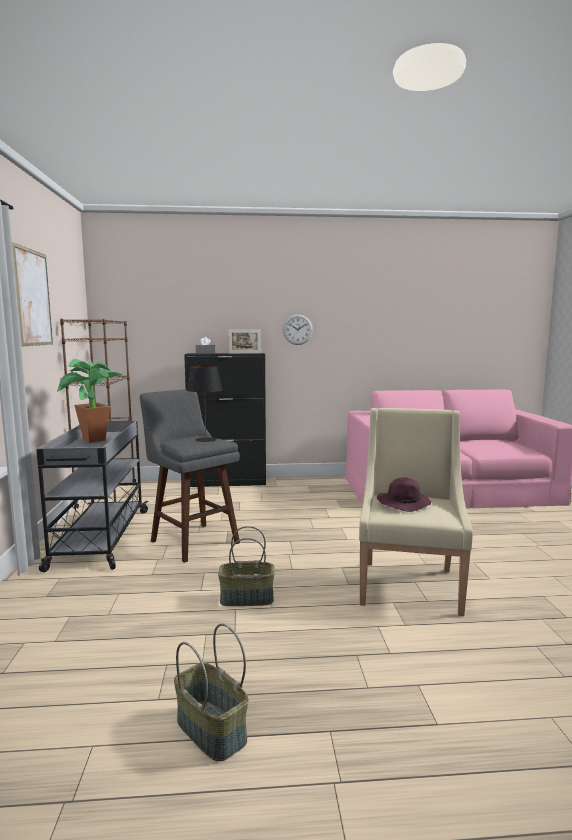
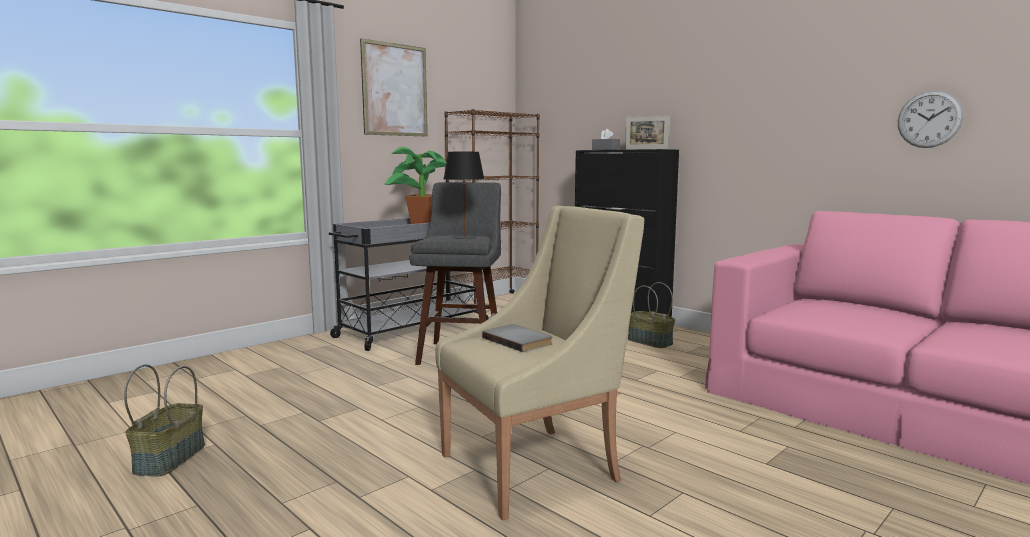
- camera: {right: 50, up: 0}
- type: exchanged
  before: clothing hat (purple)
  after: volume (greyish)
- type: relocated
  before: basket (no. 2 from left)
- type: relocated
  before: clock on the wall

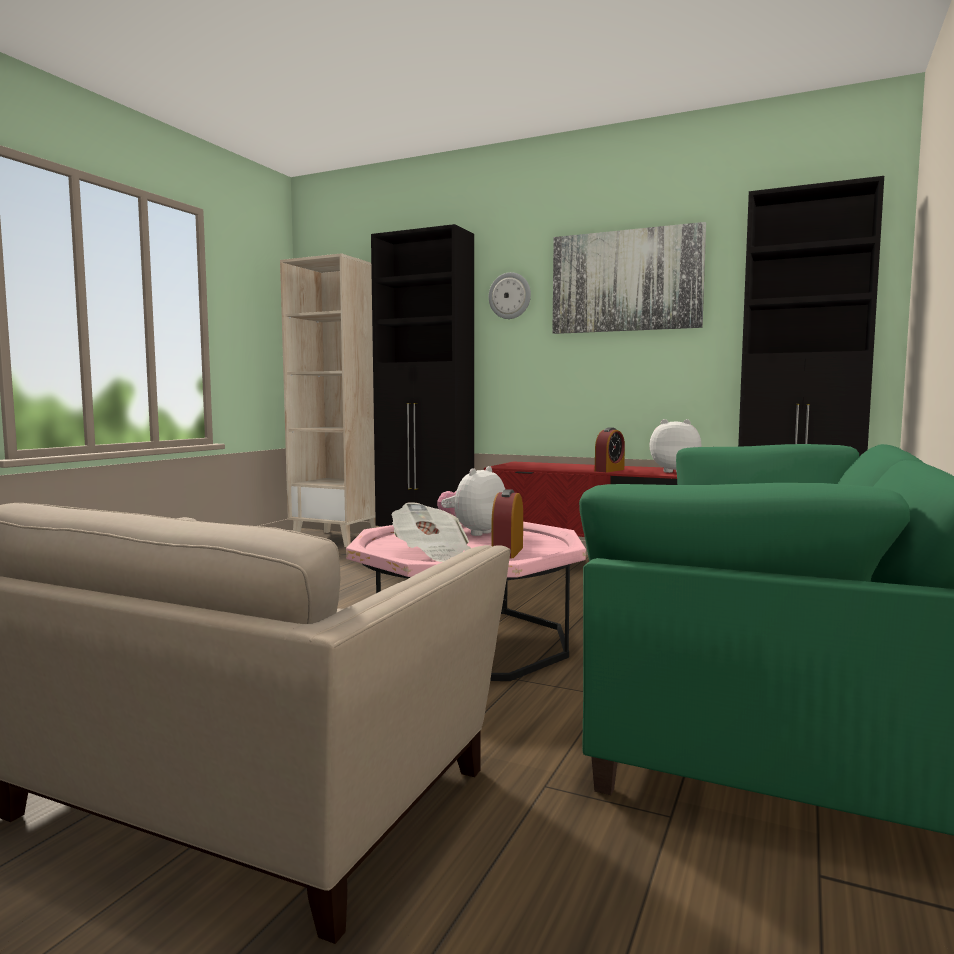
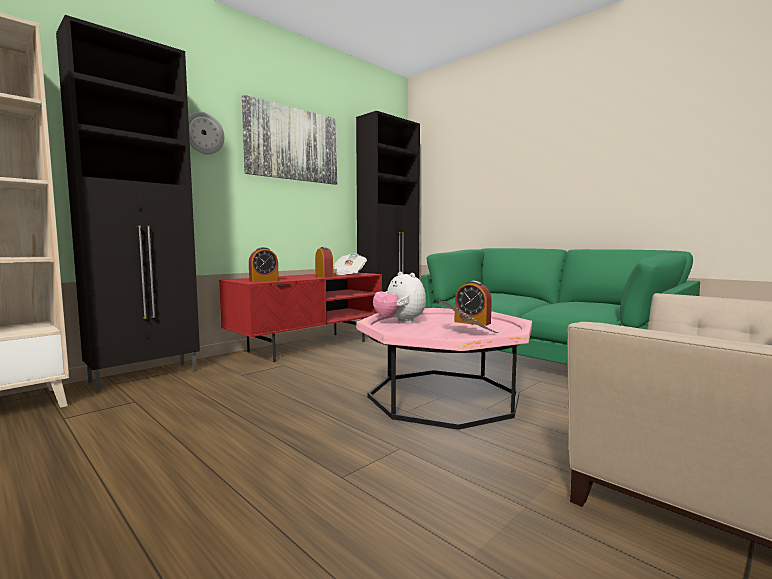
- camera: {right: -70, up: 0}
- type: appeared
  after: table clock (no. 1 from left)
- type: exchanged
  before: plush toy (no. 2 from left)
  after: printed paper (no. 1 from left)

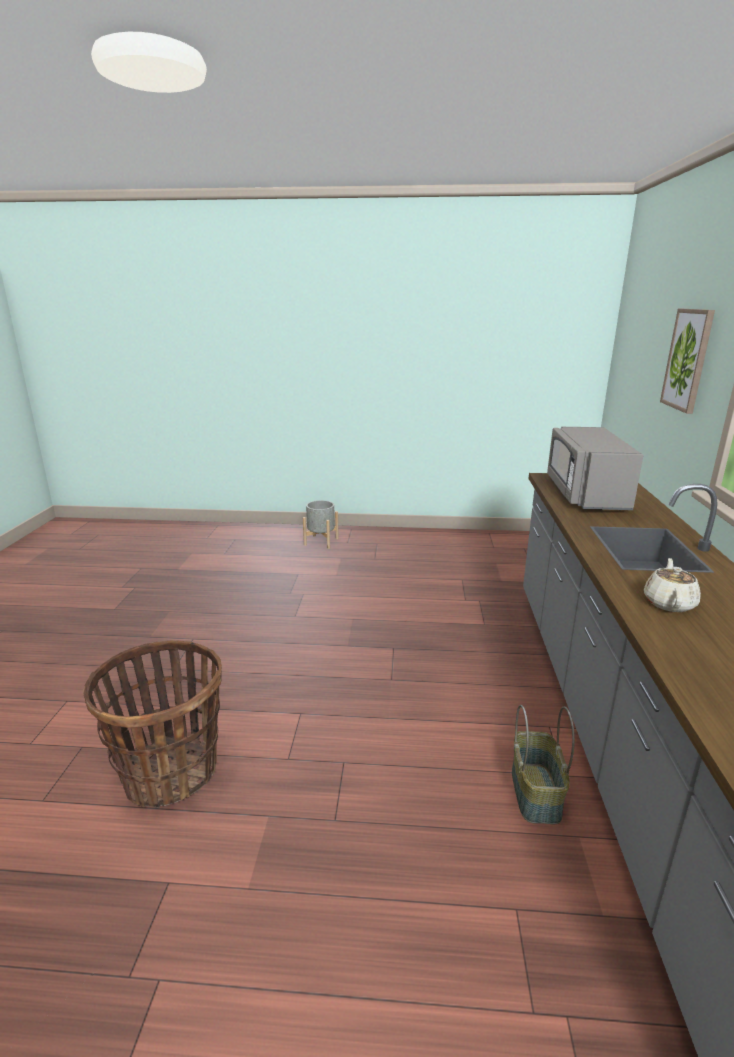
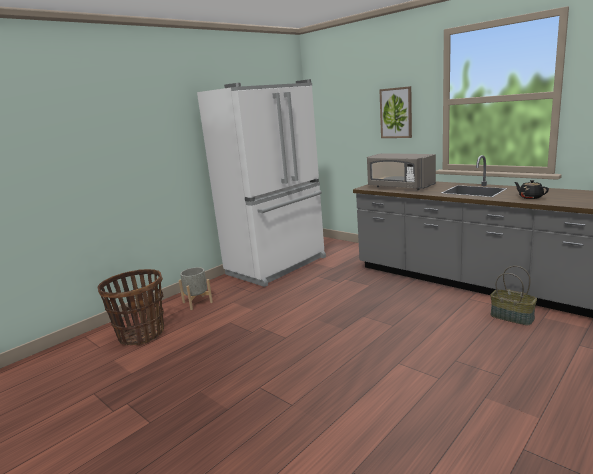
- camera: {right: -50, up: -5}
- type: relocated
  before: basket (no. 1 from left)
- type: appeared
  after: kitchen fridge (white-coloured)
- type: colour
  before: teapot (beige-coloured)
  after: teapot (black-coloured)

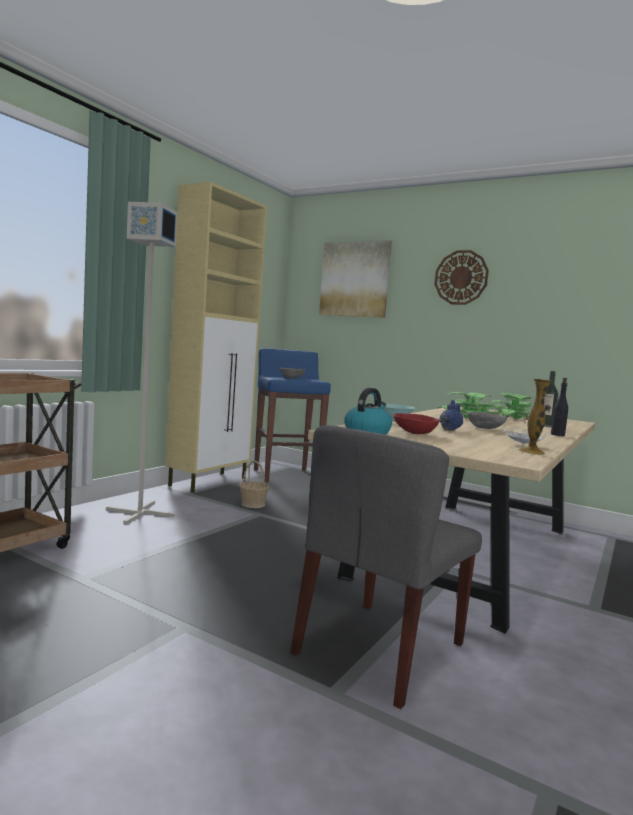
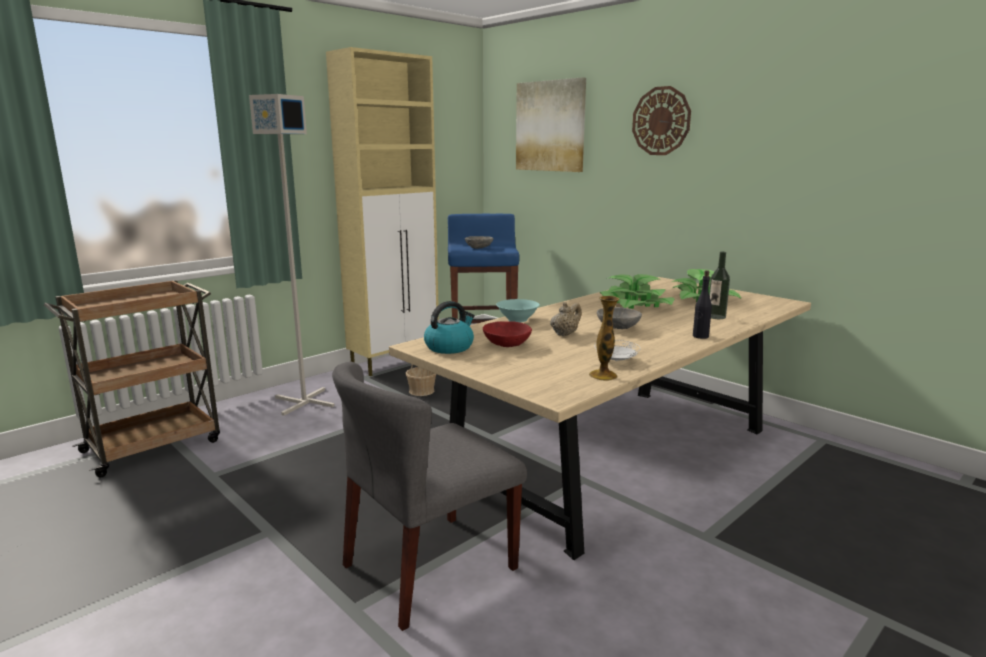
- camera: {right: 15, up: 10}
- type: colour
  before: teapot (blue)
  after: teapot (beige-coloured)

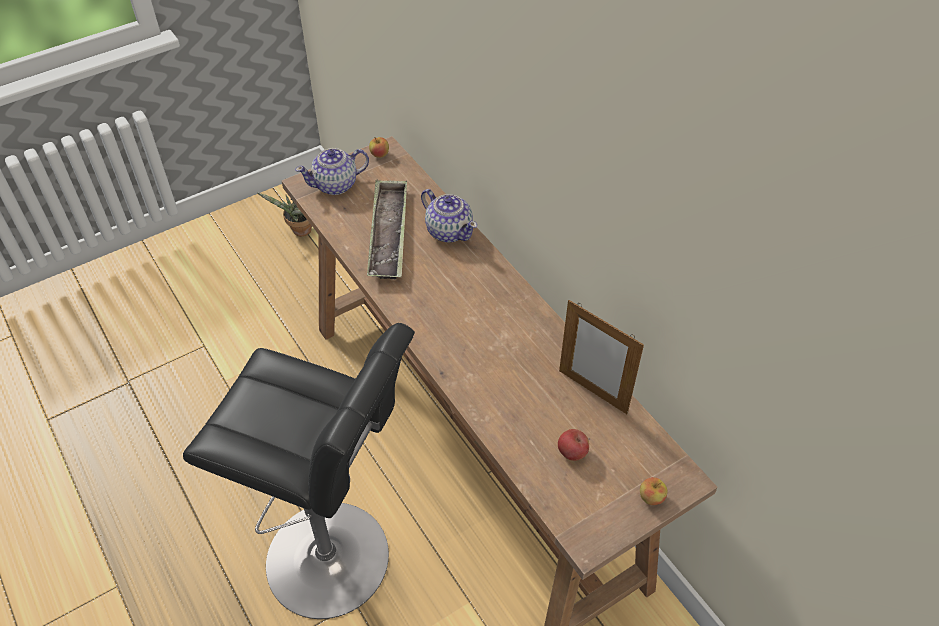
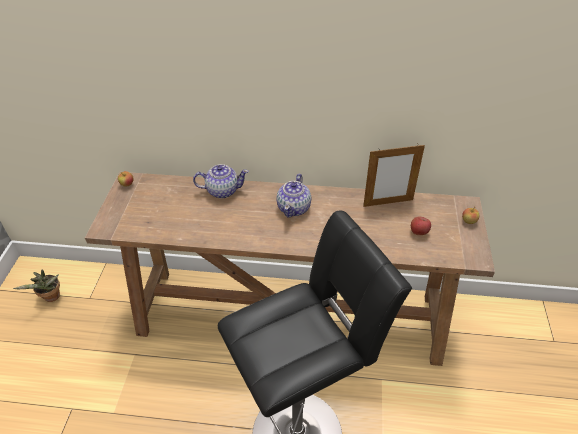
- camera: {right: -50, up: -5}
- type: relocated
  before: teapot (no. 1 from left in the first image)
  after: teapot (no. 2 from left)
- type: missing
  before: tray

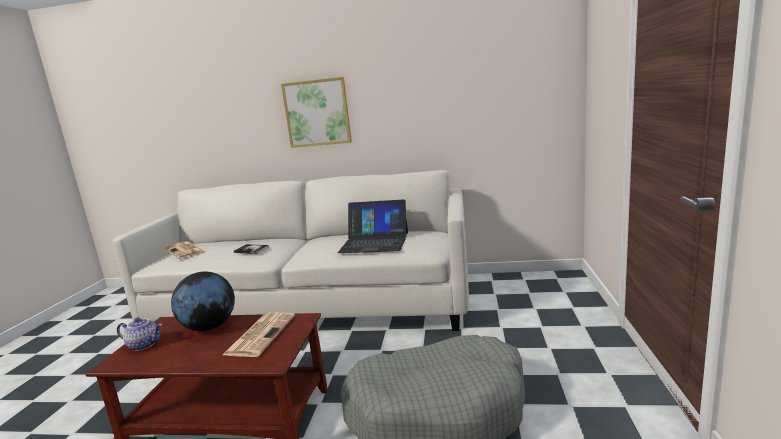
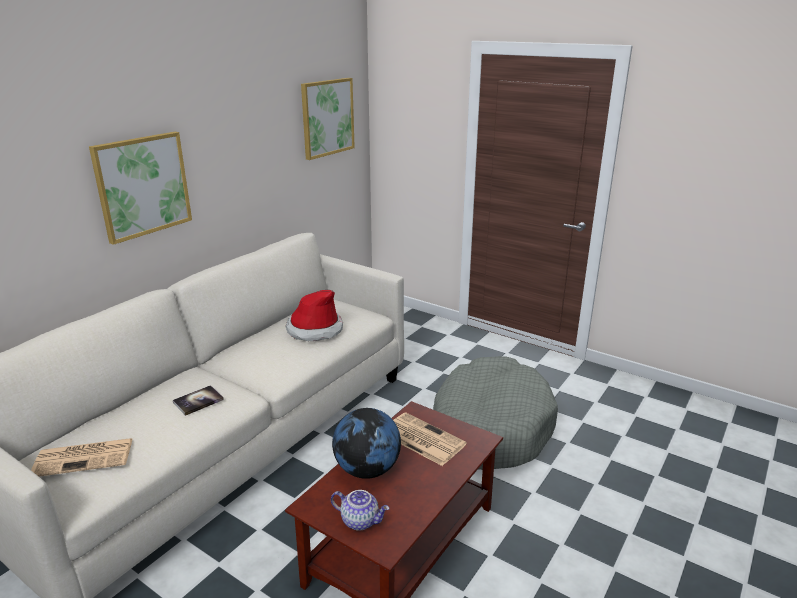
- camera: {right: -65, up: 10}
- type: exchanged
  before: notebook computer
  after: clothing hat
- type: appeared
  after: wall picture (no. 2 from left)
- type: spun
  before: teapot
  turn: 75

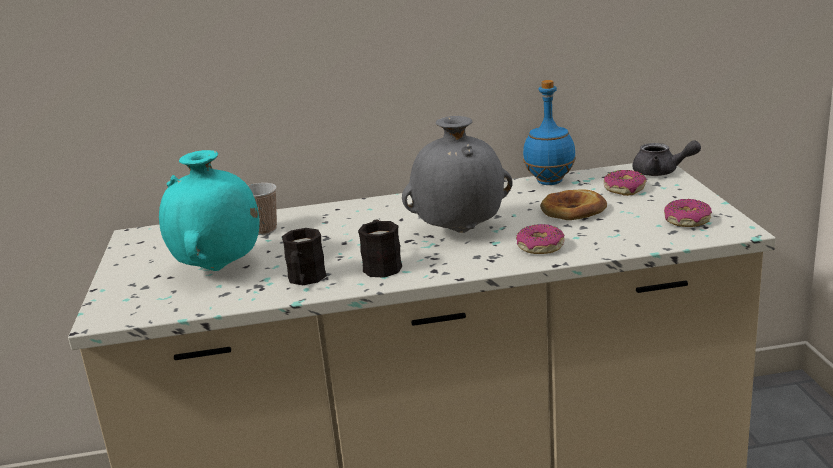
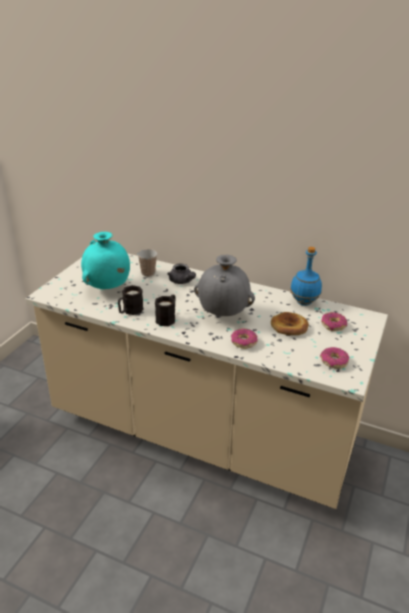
- camera: {right: 30, up: 10}
- type: relocated
  before: teapot (greyish)

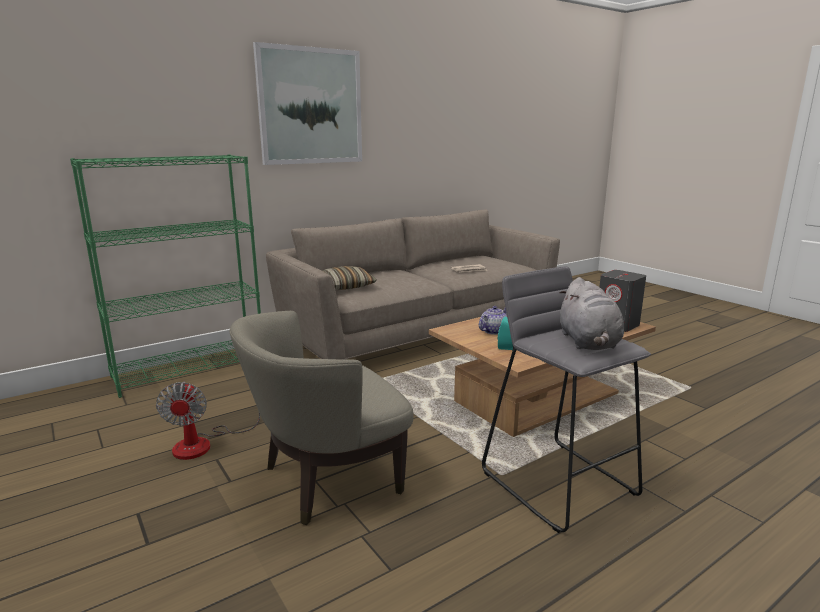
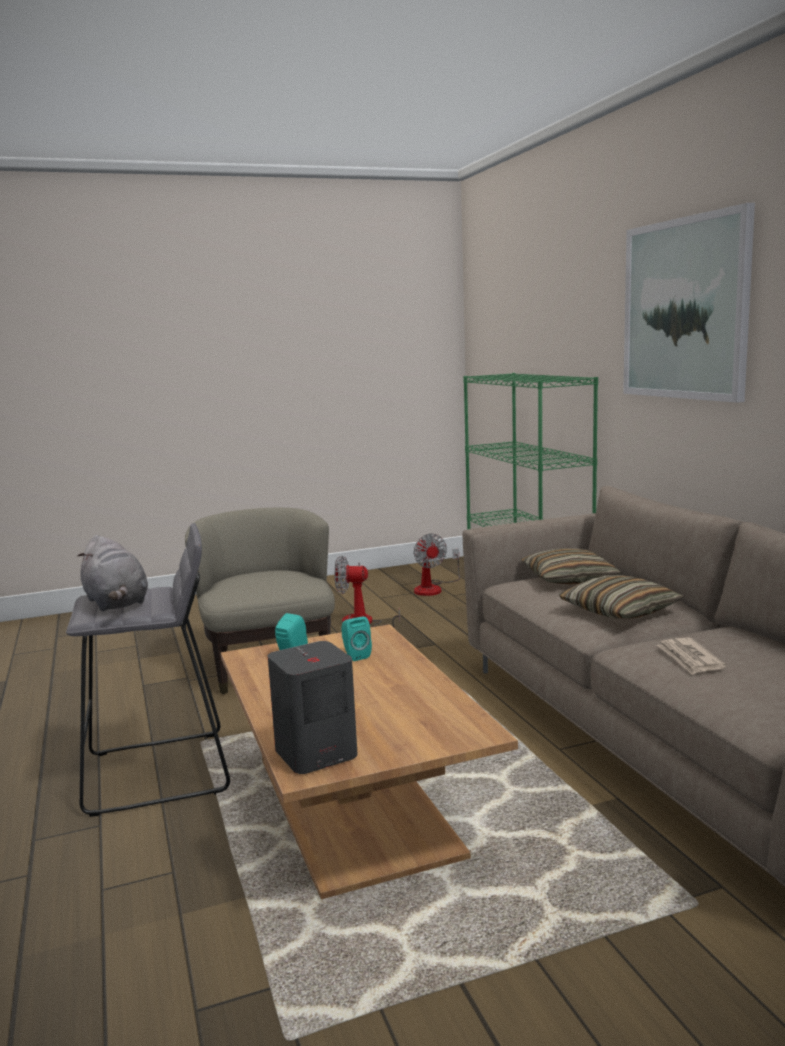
- camera: {right: 105, up: -5}
- type: spun
  before: plush toy (greyish)
  turn: -135
- type: exchanged
  before: teapot
  after: audio speaker (turquoise-coloured) (no. 2 from left)
- type: appeared
  after: electric fan (no. 2 from left)
- type: appeared
  after: cushion (no. 2 from left)

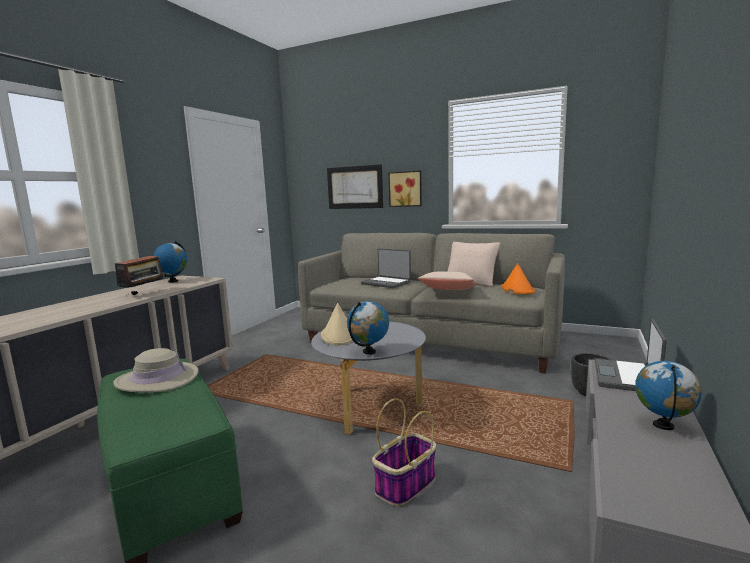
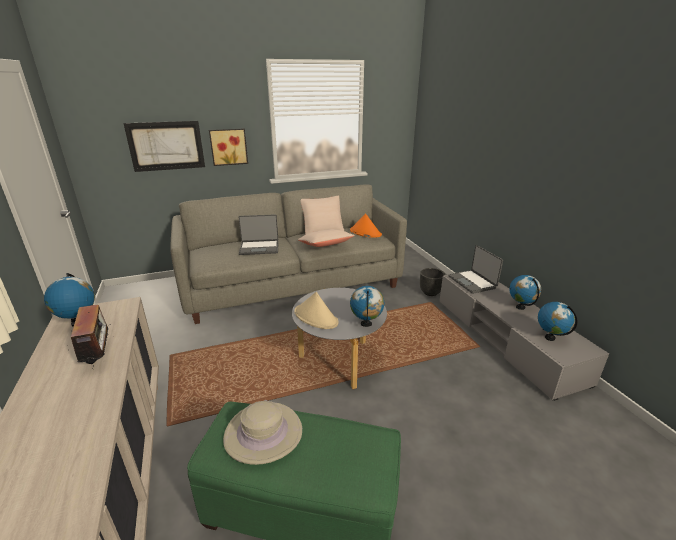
- camera: {right: -45, up: 15}
- type: appeared
  after: globe (no. 4 from left)
- type: missing
  before: basket

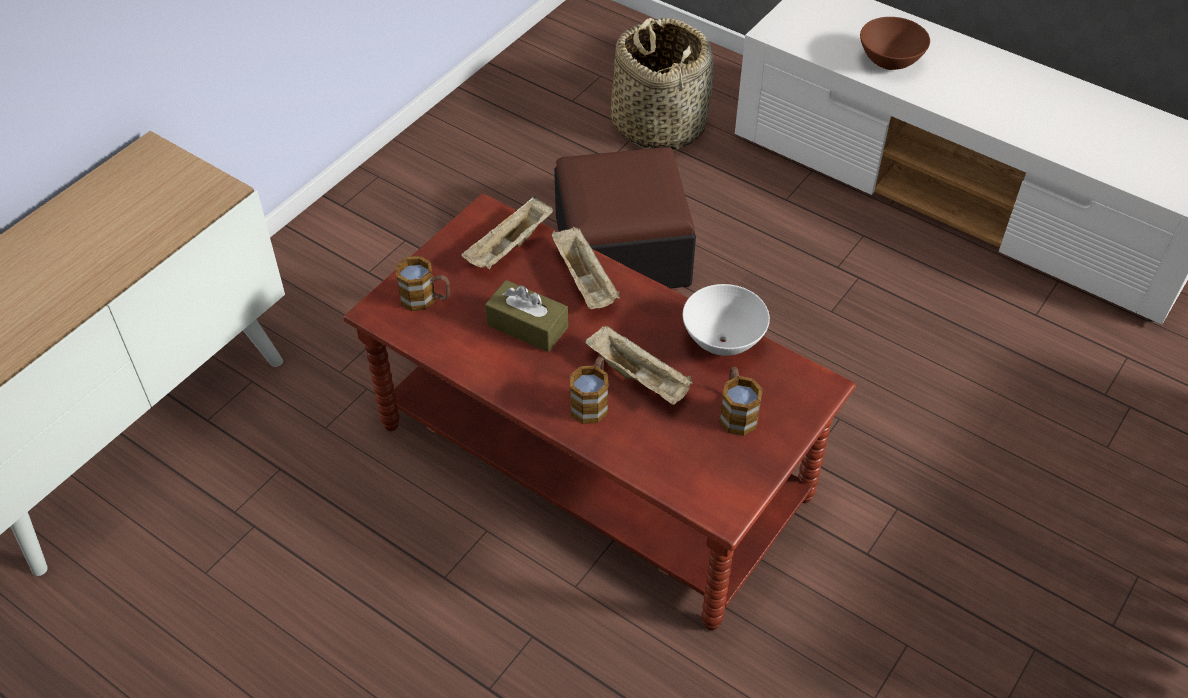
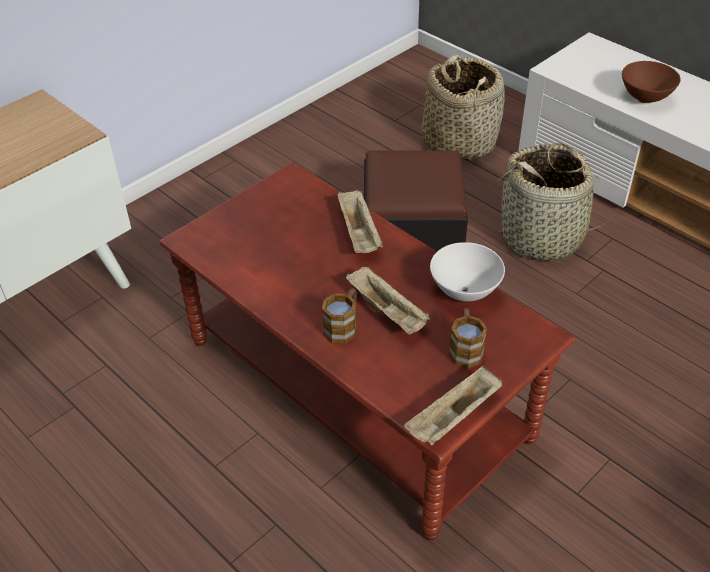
- camera: {right: 10, up: -5}
- type: relocated
  before: tray (beige-coloured) (no. 1 from left in the first image)
  after: tray (beige-coloured) (no. 3 from left)
- type: appeared
  after: basket (no. 2 from left)
- type: missing
  before: tea mug (no. 1 from left)
- type: missing
  before: box of tissues (brown-coloured)

